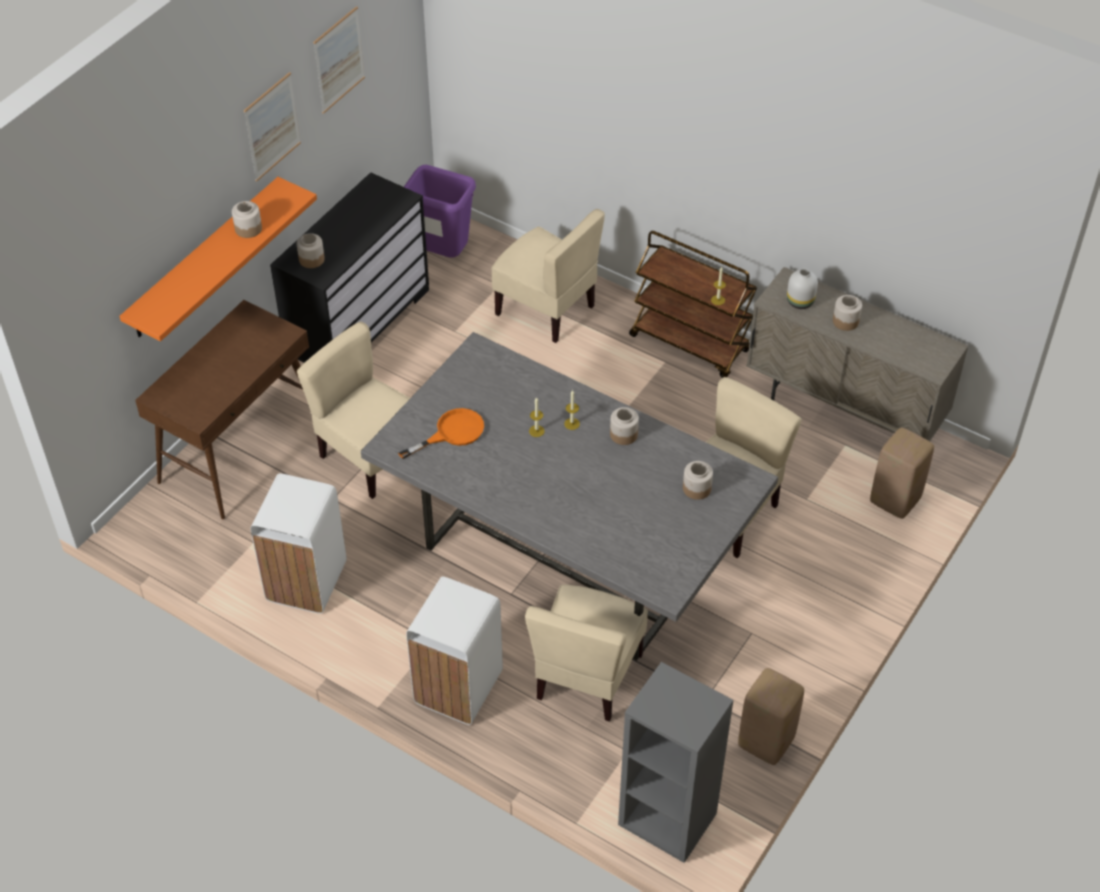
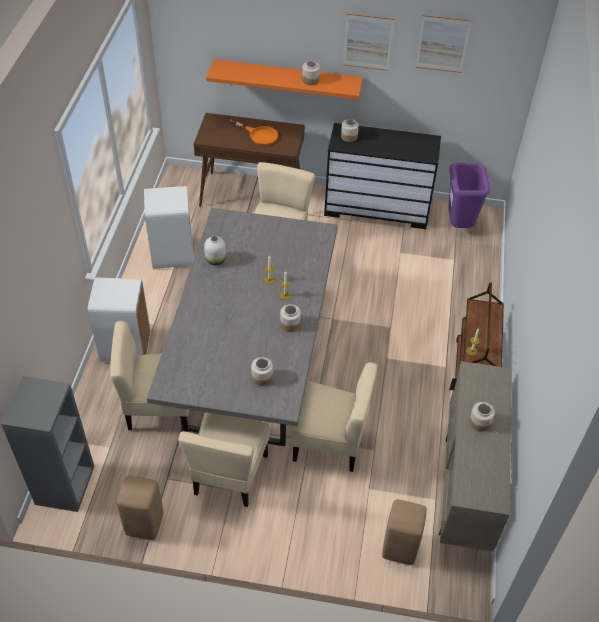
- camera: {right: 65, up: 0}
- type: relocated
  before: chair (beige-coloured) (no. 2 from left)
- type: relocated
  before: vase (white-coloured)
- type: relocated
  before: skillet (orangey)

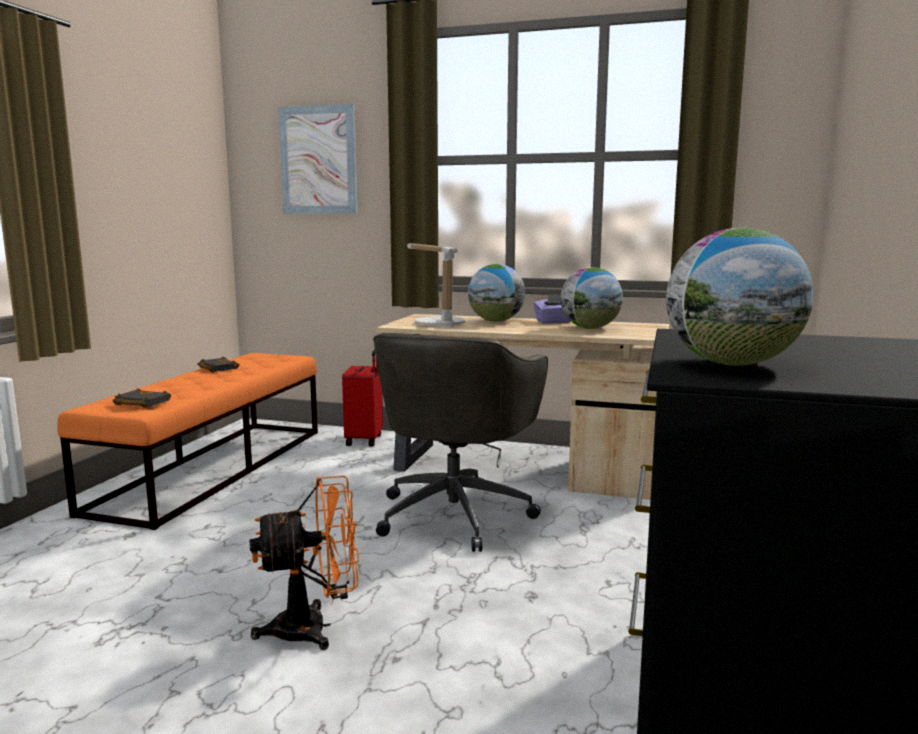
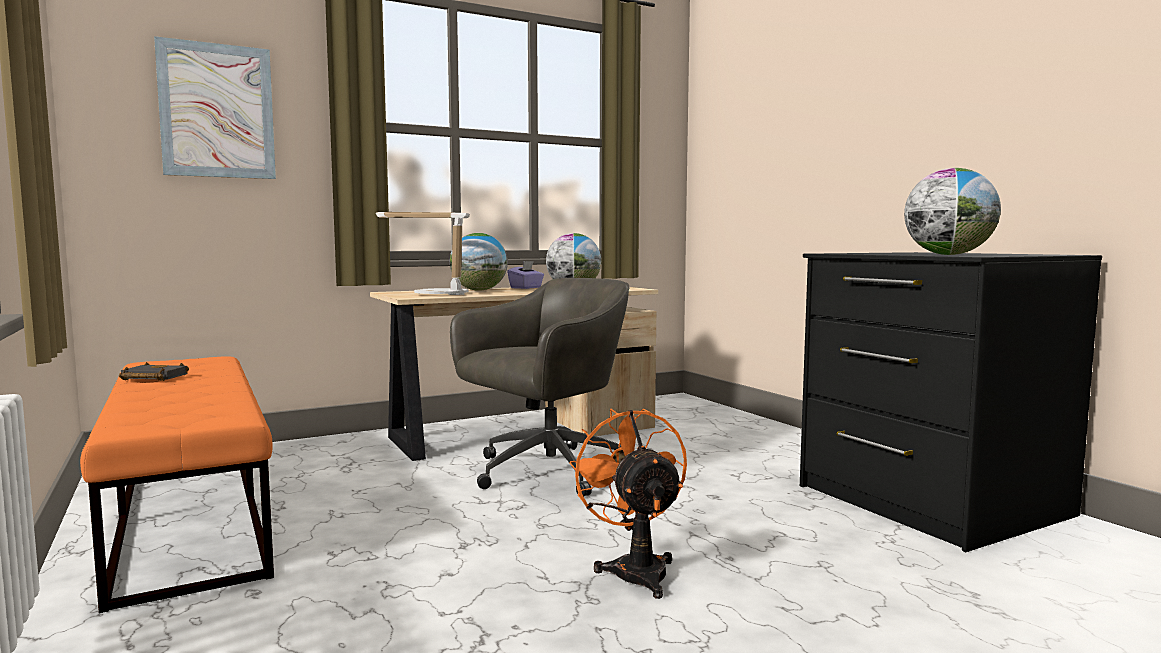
- camera: {right: -45, up: -5}
- type: spun
  before: computer chair (greyish)
  turn: -105
- type: spun
  before: electric fan (orangey)
  turn: -45
- type: missing
  before: volume (black-coloured) (no. 1 from left)
- type: missing
  before: suitcase (reddish)

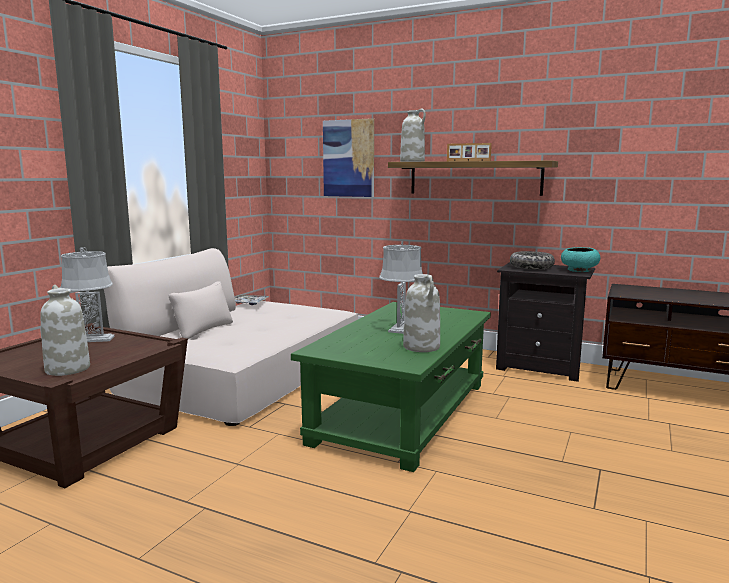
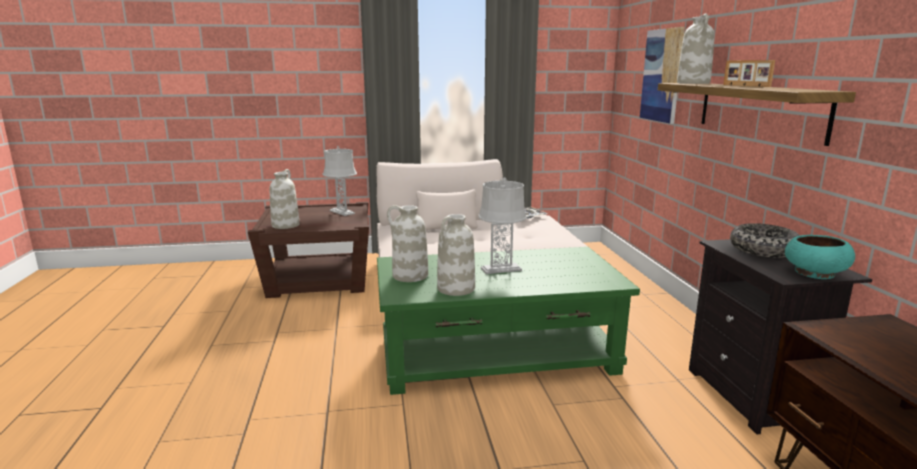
- camera: {right: 55, up: 5}
- type: appeared
  after: vase (white-coloured) (no. 2 from left)

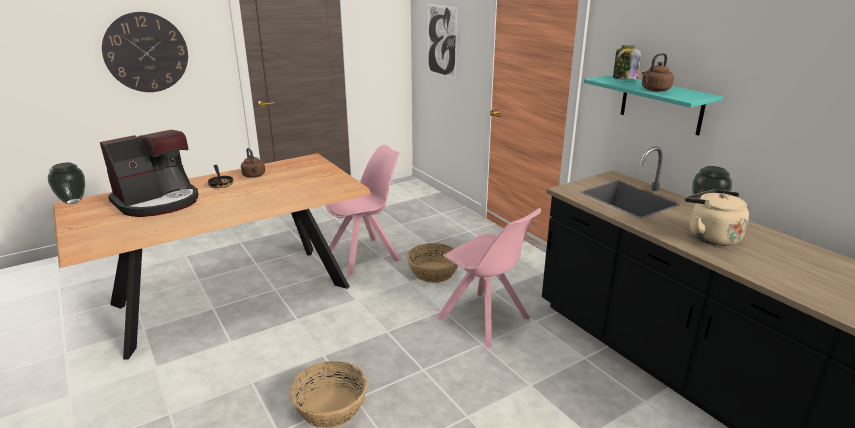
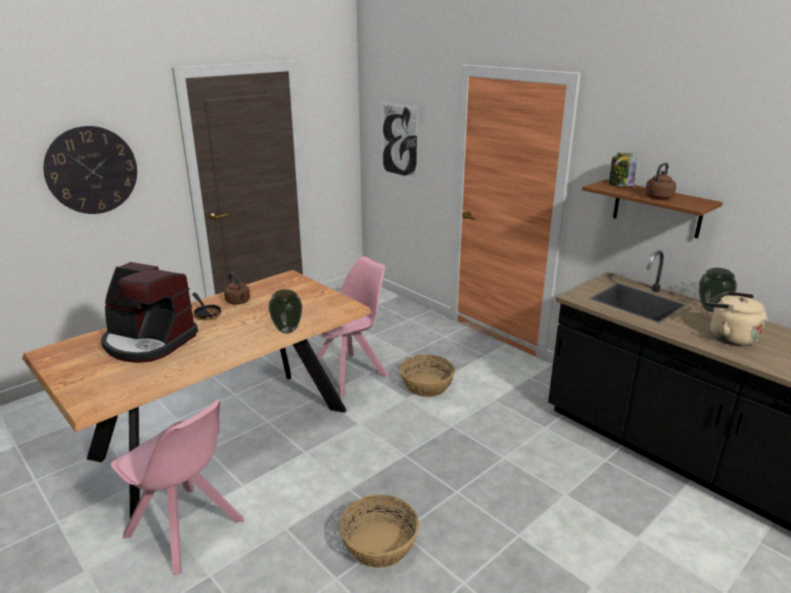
- camera: {right: -10, up: 0}
- type: spun
  before: coffee brewer
  turn: 75
- type: relocated
  before: chair (pink-coloured) (no. 2 from left in the first image)
  after: chair (pink-coloured) (no. 1 from left)
- type: relocated
  before: vase (no. 1 from left)
- type: colour
  before: shelf (turquoise-coloured)
  after: shelf (brown-coloured)

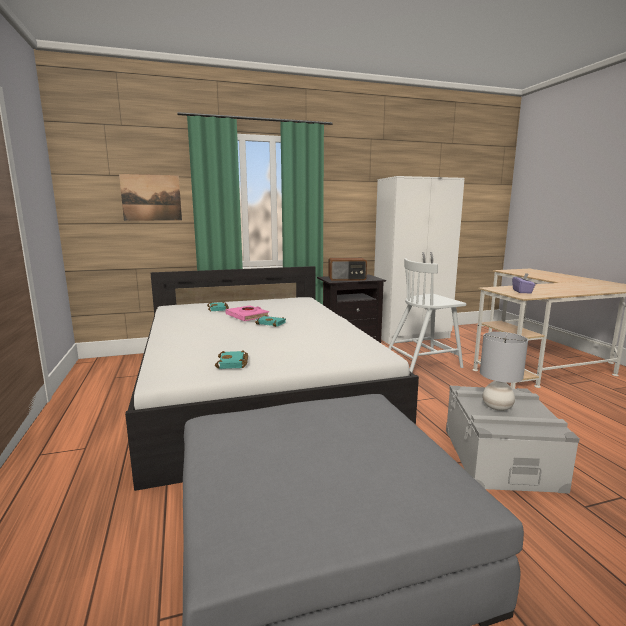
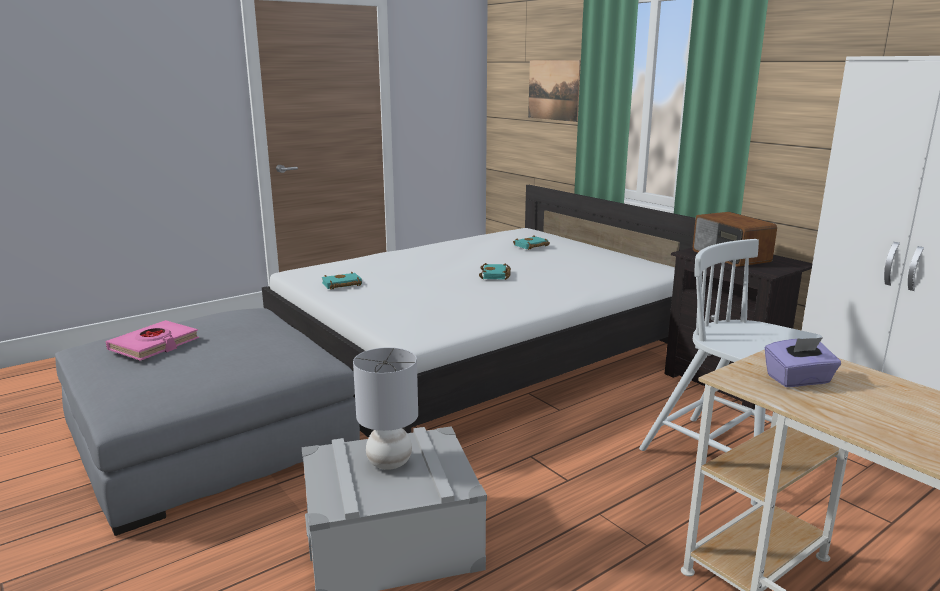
- camera: {right: 70, up: 5}
- type: relocated
  before: volume (pink-coloured)

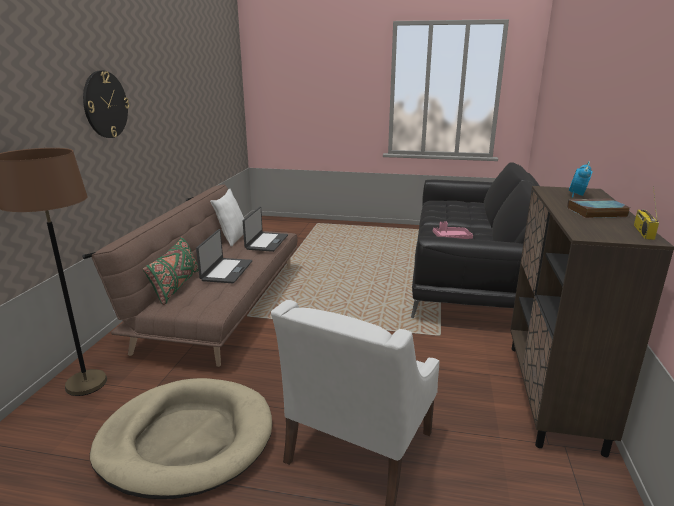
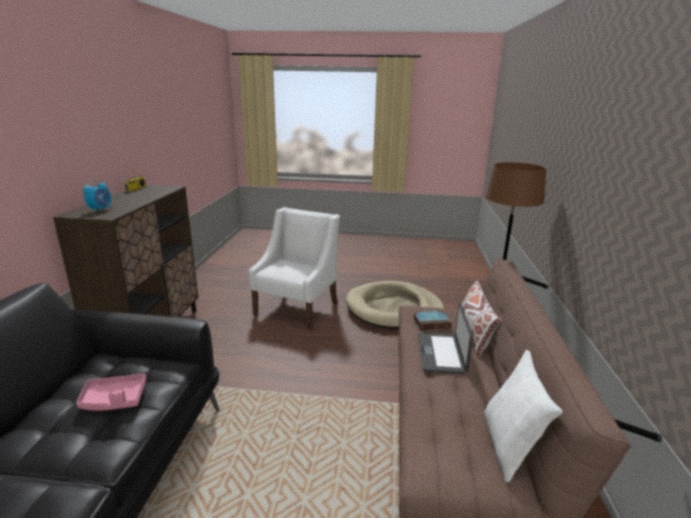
- camera: {right: 175, up: 0}
- type: relocated
  before: volume
- type: colour
  before: cushion (green-coloured)
  after: cushion (white-coloured) (no. 1 from left)
- type: missing
  before: clock on the wall
- type: missing
  before: notebook computer (no. 2 from left)

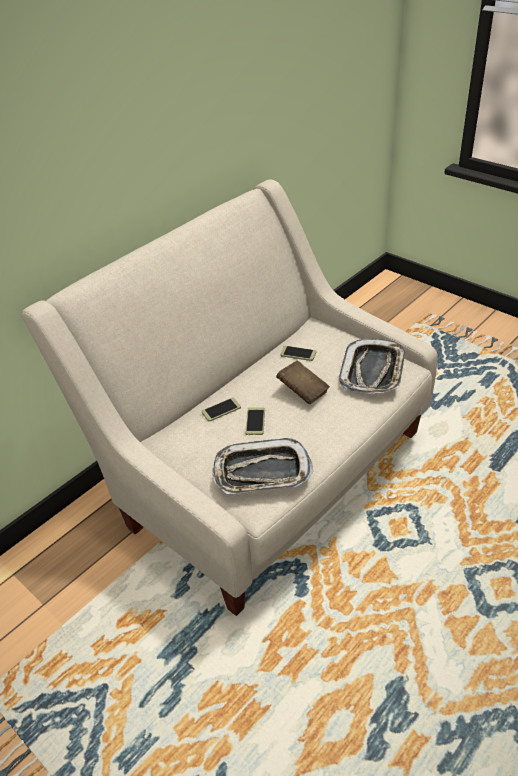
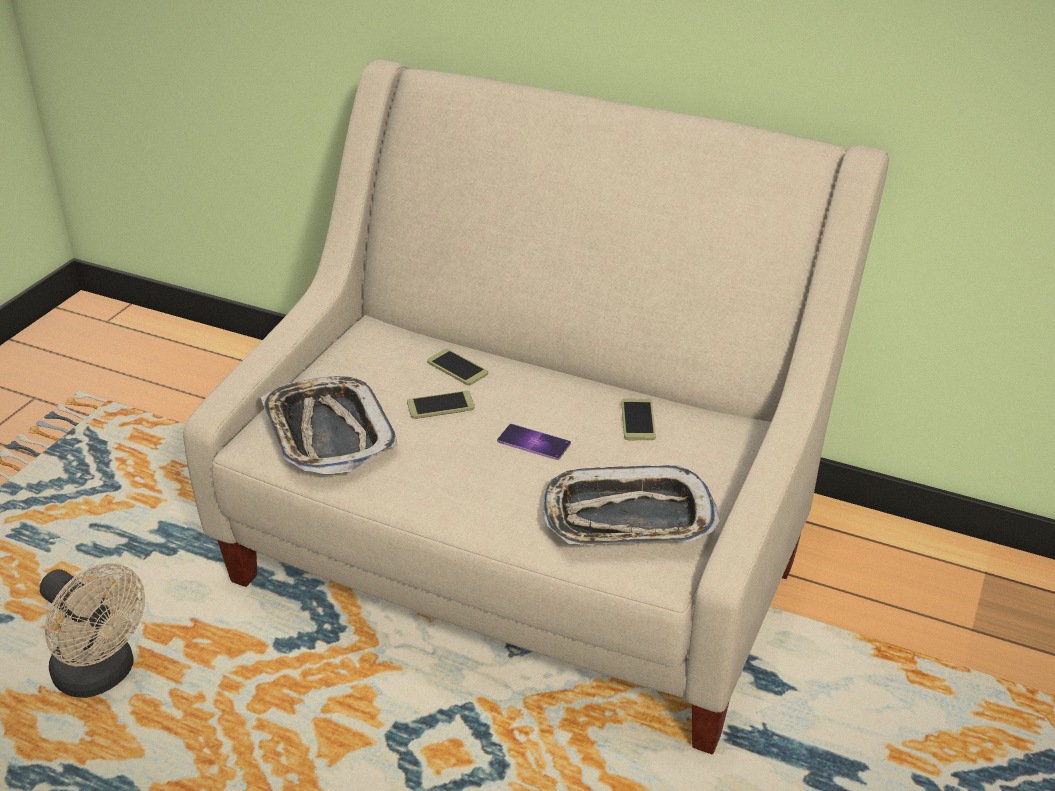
- camera: {right: 70, up: -5}
- type: appeared
  after: electric fan (beige-coloured)
- type: exchanged
  before: volume (brown-coloured)
  after: handset (no. 3 from left)

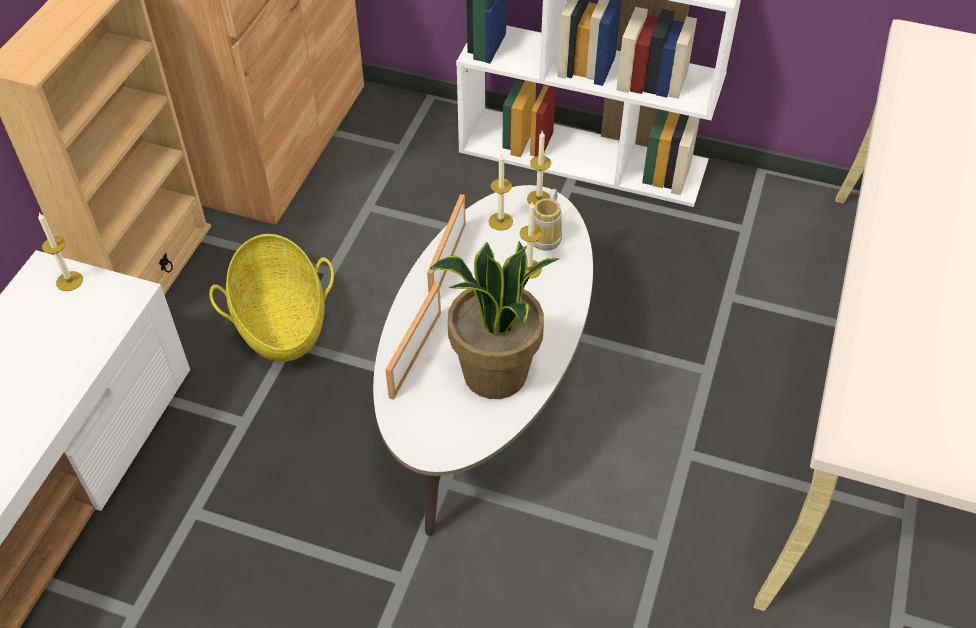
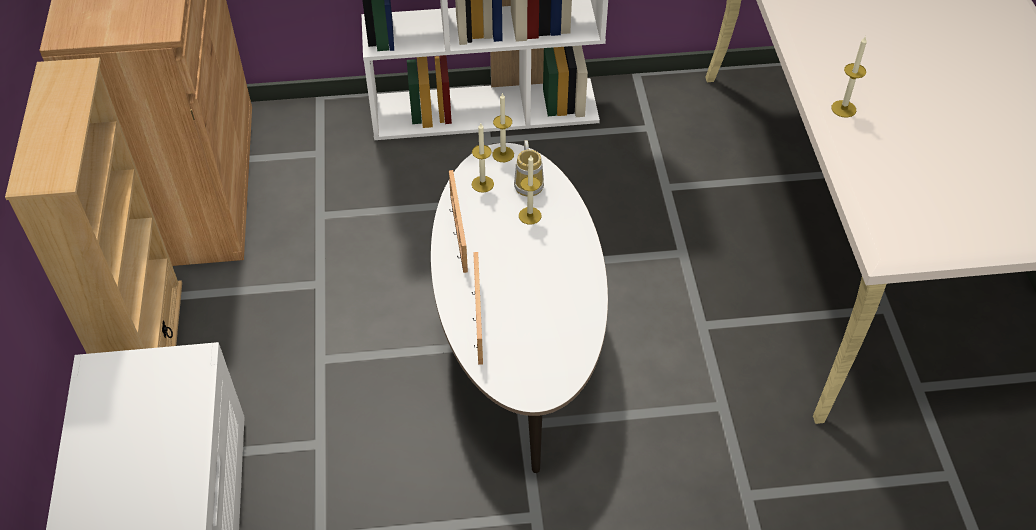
- camera: {right: -25, up: 0}
- type: relocated
  before: wax candle (no. 1 from left in the first image)
  after: wax candle (no. 4 from left)
- type: missing
  before: basket
- type: missing
  before: houseplant

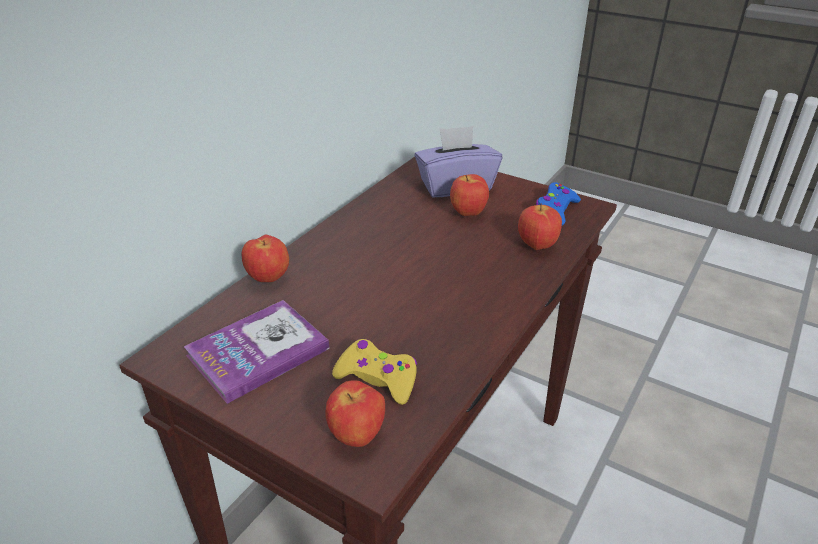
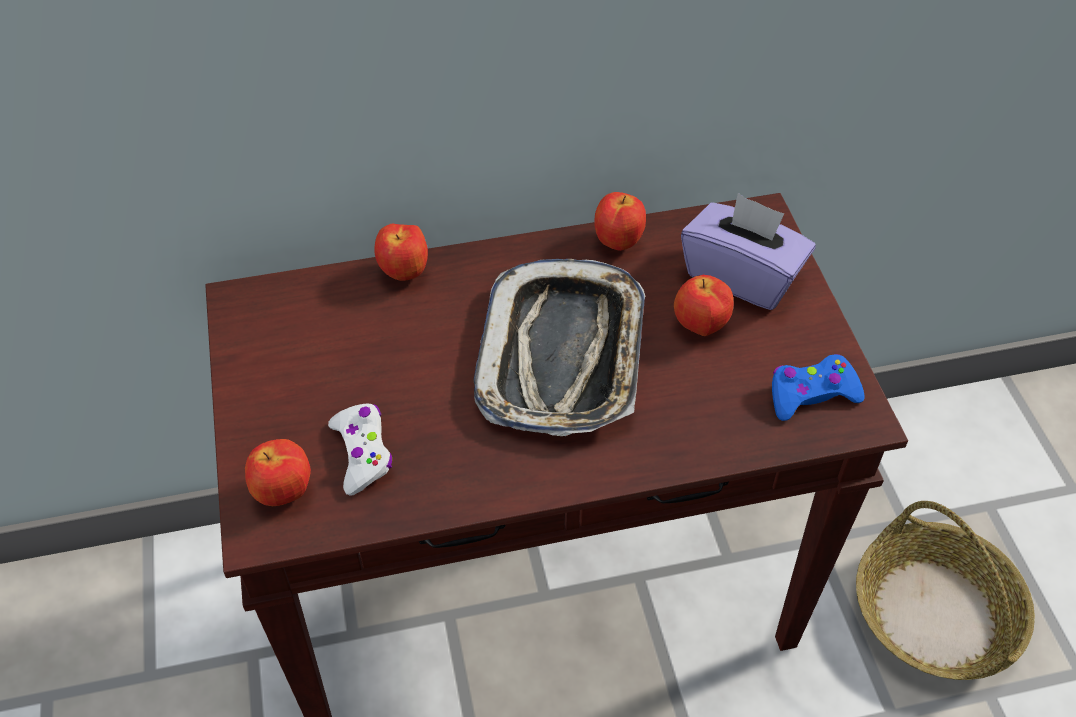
- camera: {right: 45, up: 15}
- type: colour
  before: game controller (yellowish)
  after: game controller (white-coloured)
- type: appeared
  after: tray
- type: relocated
  before: whole apple (no. 4 from left in the first image)
  after: whole apple (no. 3 from left)
- type: appeared
  after: basket
- type: missing
  before: volume

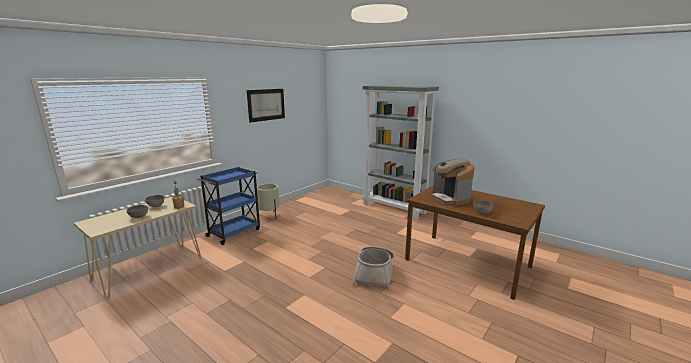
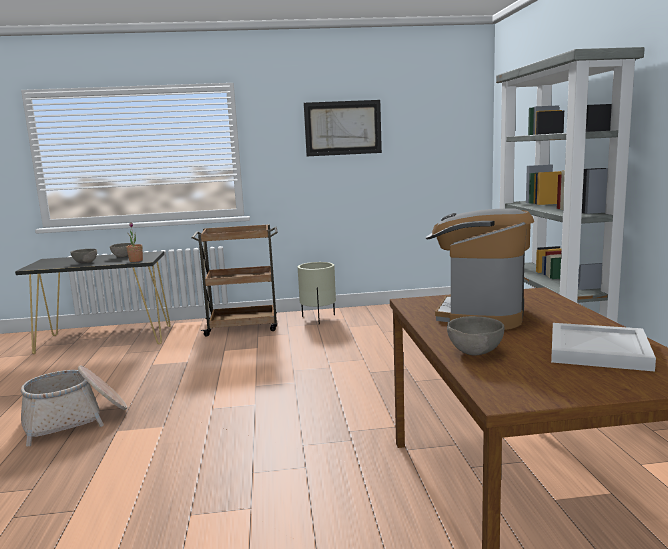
- camera: {right: 45, up: -5}
- type: colour
  before: console table (beige-coloured)
  after: console table (black-coloured)
- type: relocated
  before: basket
- type: colour
  before: wheeled cart (blue)
  after: wheeled cart (brown-coloured)
- type: appeared
  after: tray (white-coloured)

